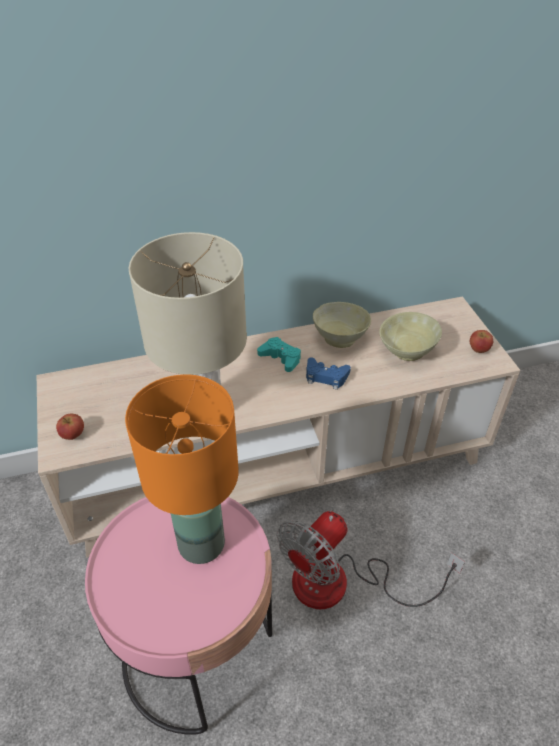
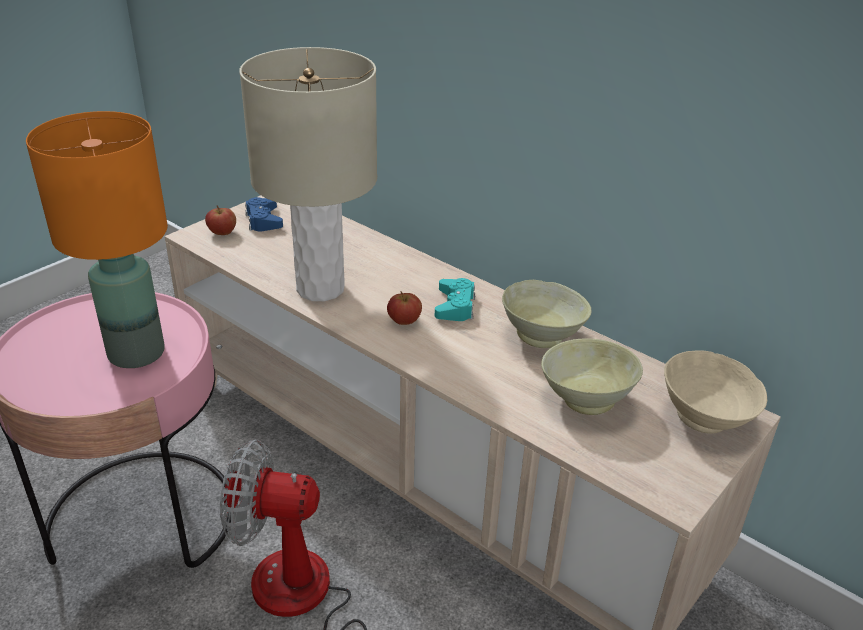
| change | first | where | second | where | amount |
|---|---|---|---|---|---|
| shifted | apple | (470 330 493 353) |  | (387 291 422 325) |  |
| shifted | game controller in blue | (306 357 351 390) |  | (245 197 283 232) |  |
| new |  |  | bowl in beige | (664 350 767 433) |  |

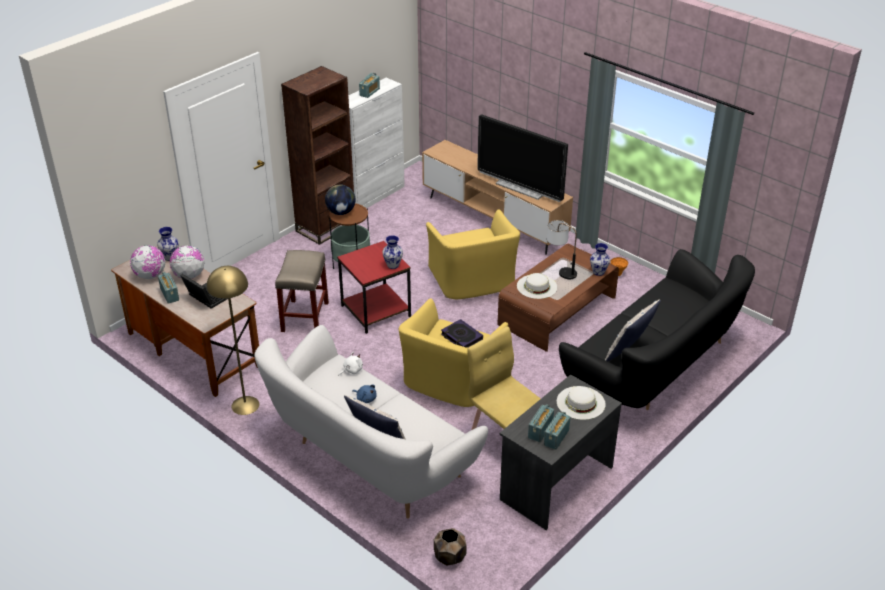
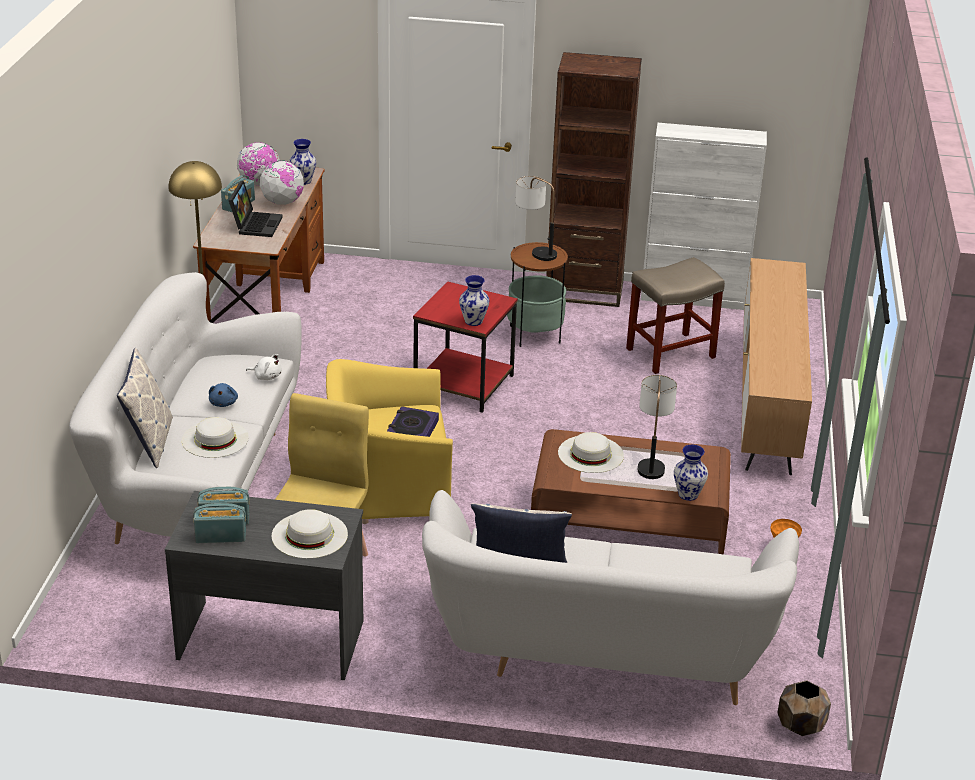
| change | first | where | second | where | amount |
|---|---|---|---|---|---|
| gone | radio | (359 73 380 98) |  |  |  |
| gone | television | (477 114 568 202) |  |  |  |
| swapped | globe | (325 185 356 215) | table lamp | (515 176 557 261) |  |
| gone | armchair in yellow | (426 209 520 299) |  |  |  |
| repainted | sofa in black | (559 249 755 410) | sofa in white | (422 490 799 705) |  |
| shifted | stool in beige | (275 250 329 332) |  | (626 257 725 374) |  |
| shifted | planter in brown | (434 528 467 566) |  | (777 681 831 736) |  |
| new |  |  | hat in white | (182 417 249 458) |  |

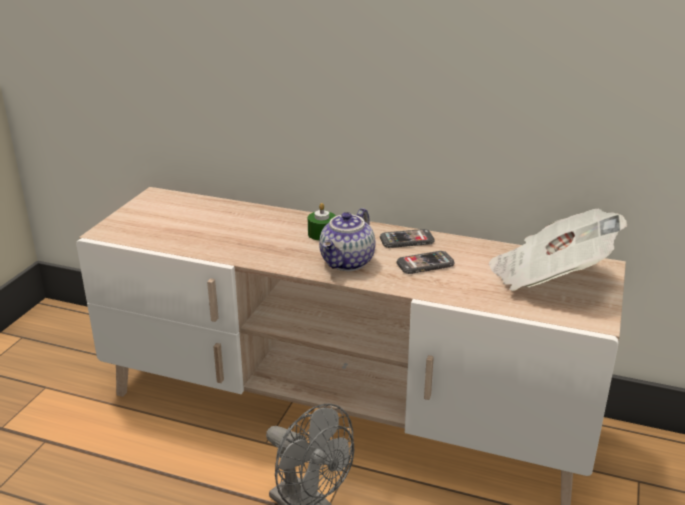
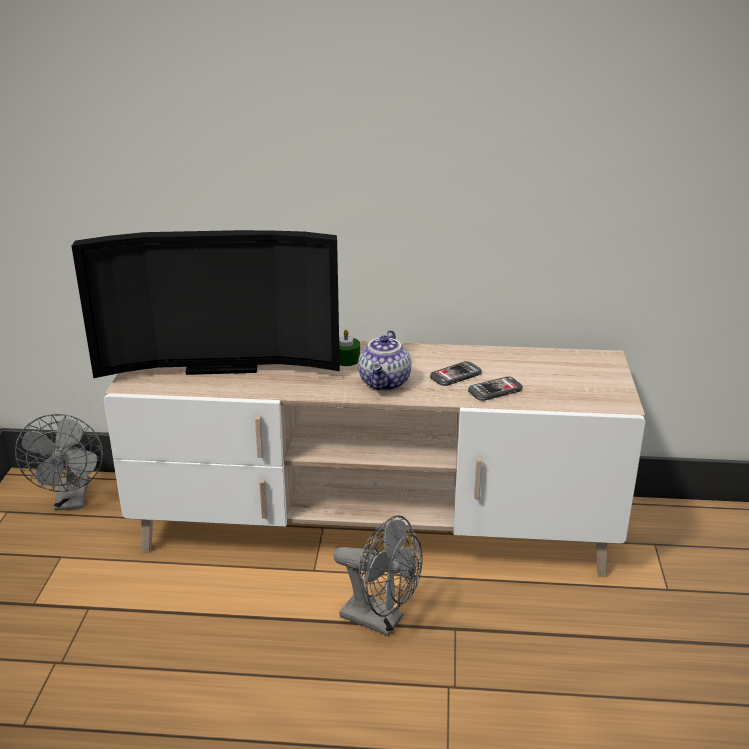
| change | first | where | second | where | amount |
|---|---|---|---|---|---|
| gone | newspaper | (488 209 627 291) |  |  |  |
| shifted | phone | (380 229 435 248) |  | (468 376 523 401) |  |
| new |  |  | television | (72 230 340 378) |  |
| new |  |  | fan in grey | (15 414 103 511) |  |

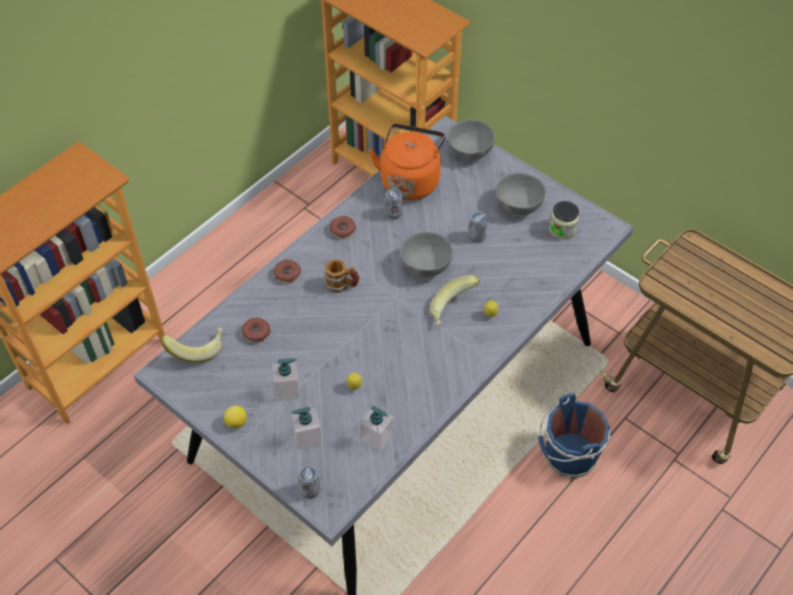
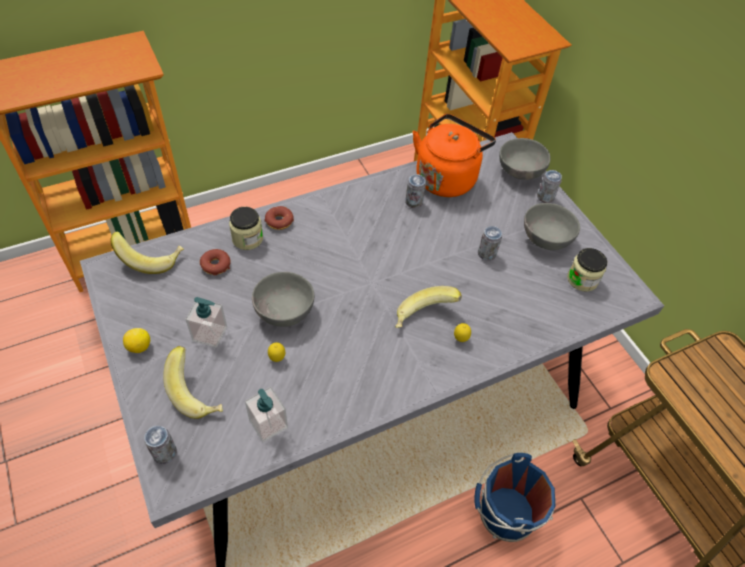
| change | first | where | second | where | amount |
|---|---|---|---|---|---|
| gone | donut | (329 216 356 238) |  |  |  |
| shifted | bowl in grey | (401 232 452 277) |  | (252 272 314 327) |  |
| gone | mug | (324 259 359 293) |  |  |  |
| swapped | soap dispenser | (291 406 322 450) | banana | (163 346 223 419) |  |
| new |  |  | can | (537 170 562 203) |  |
| new |  |  | jar | (229 207 263 250) |  |

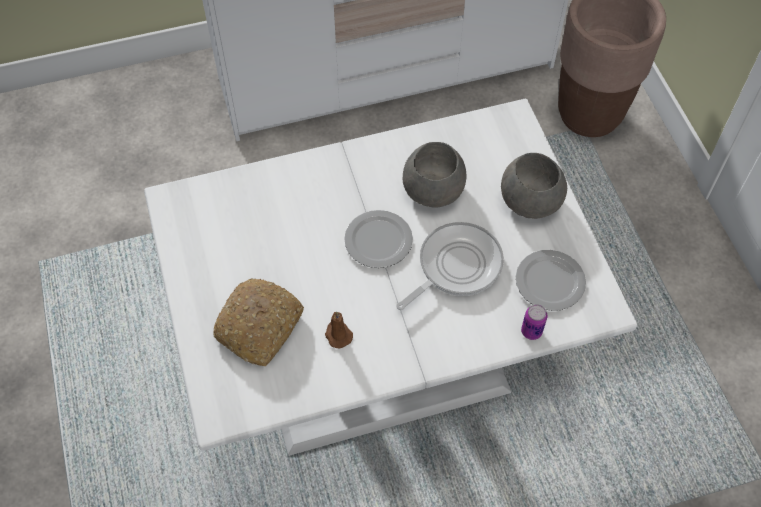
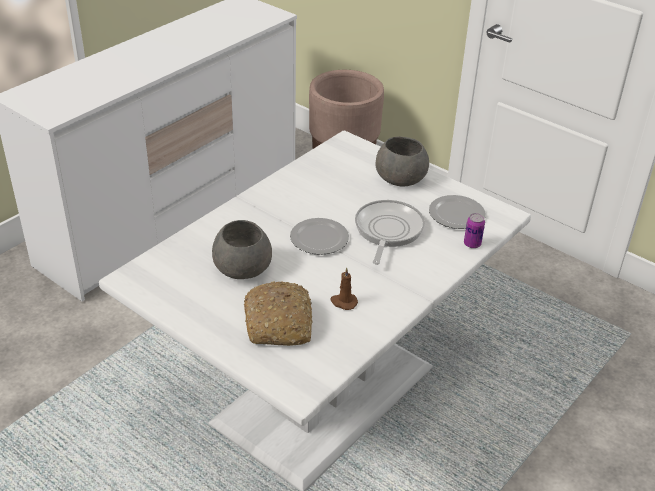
| change | first | where | second | where | amount |
|---|---|---|---|---|---|
| shifted | bowl in grey | (403 142 466 207) |  | (212 220 272 279) |  |

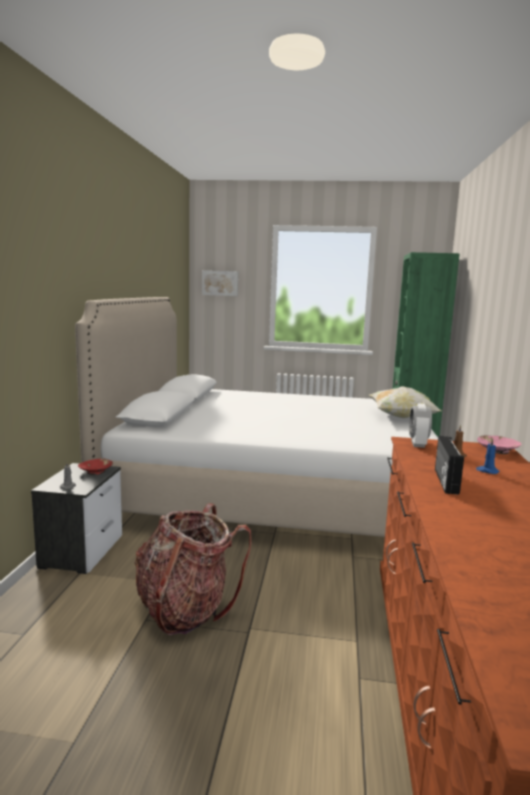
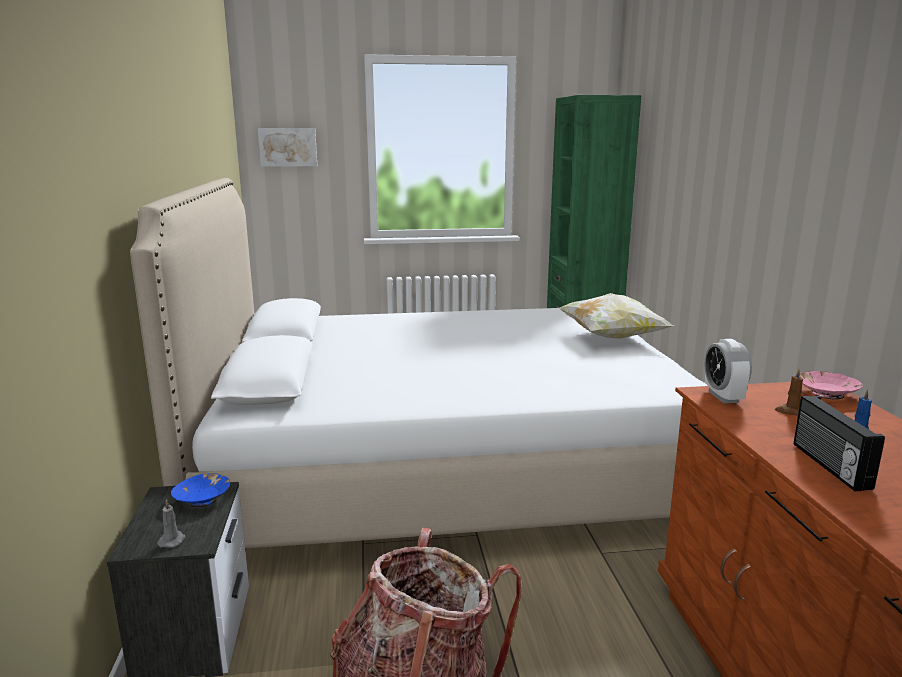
| change | first | where | second | where | amount |
|---|---|---|---|---|---|
| repainted | bowl in red | (78 459 113 475) | bowl in blue | (171 473 230 507) |  |

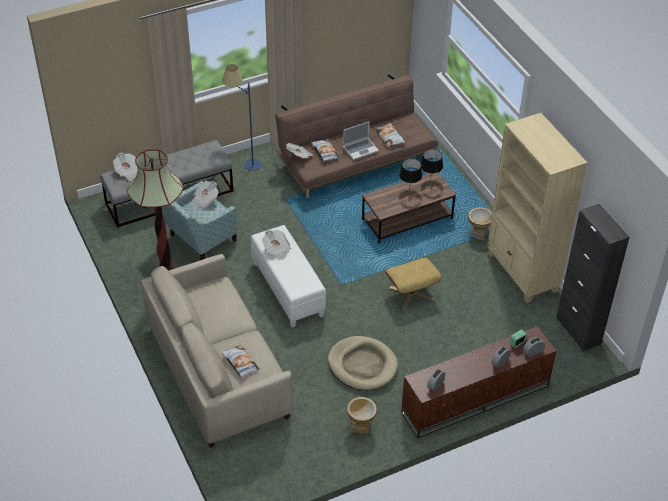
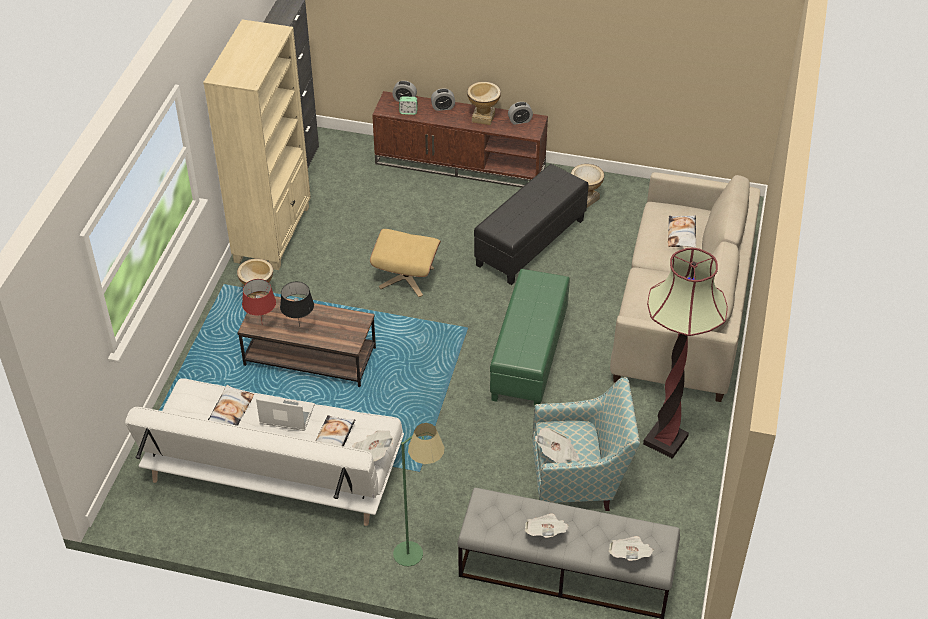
| change | first | where | second | where | amount |
|---|---|---|---|---|---|
| repainted | floor lamp in blue | (222 64 262 171) | floor lamp in green | (393 423 444 566) |  |
| repainted | sofa in brown | (275 74 438 198) | sofa in white | (125 378 404 526) |  |
| repainted | table lamp in black | (421 149 443 181) | table lamp in red | (242 279 276 321) |  |
| repainted | ottoman in white | (251 225 326 327) | ottoman in green | (490 269 570 406) |  |
| shifted | newspaper | (262 230 292 260) |  | (525 513 569 538) |  |
| swapped | dog bed in beige | (328 336 398 390) | ottoman in black | (474 164 589 285) |  |
| new |  |  | vase | (467 81 501 125) |  |

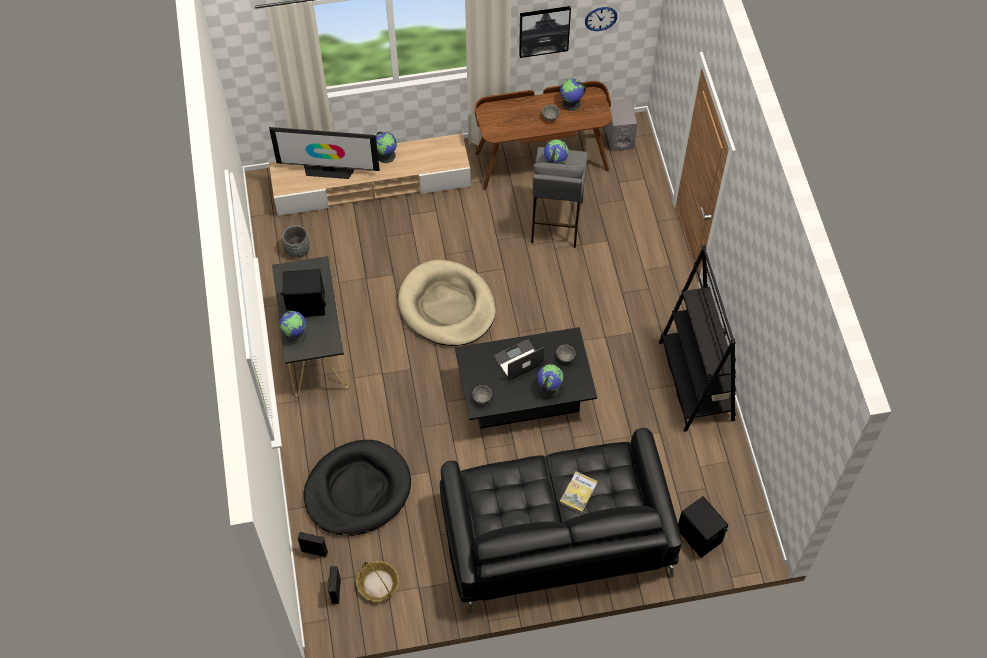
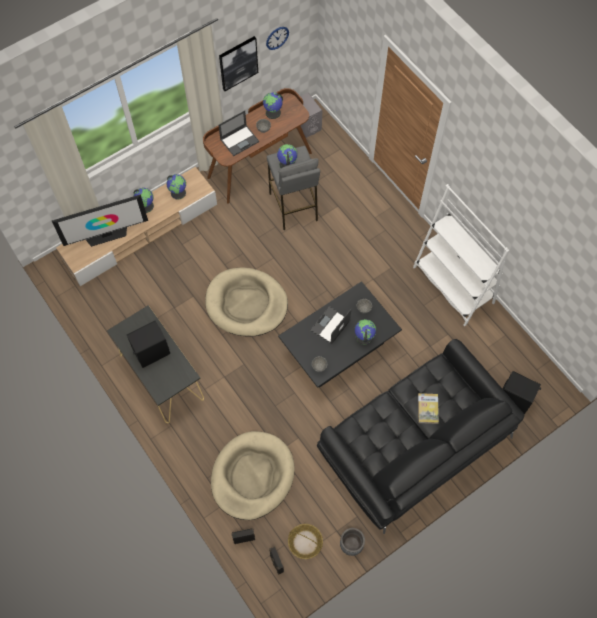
| change | first | where | second | where | amount |
|---|---|---|---|---|---|
| shifted | planter in grey | (282 225 310 258) |  | (340 528 365 556) |  |
| repainted | bookcase in black | (659 245 736 432) | bookcase in white | (413 184 509 326) |  |
| shifted | globe | (280 310 306 344) |  | (167 174 186 200) |  |
| repainted | dog bed in black | (304 440 411 536) | dog bed in beige | (211 431 295 520) |  |
| new |  |  | laptop | (219 110 259 156) |  |

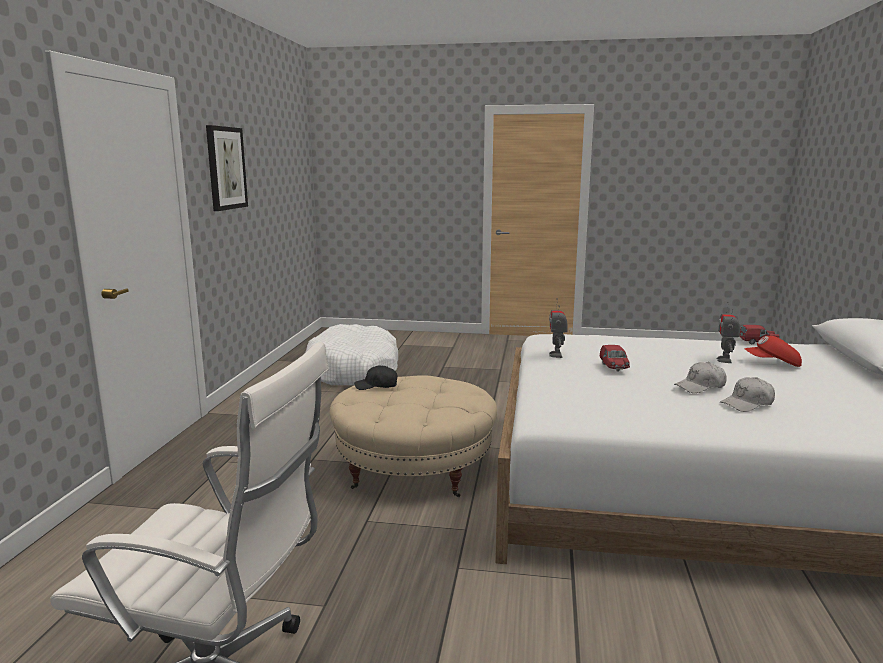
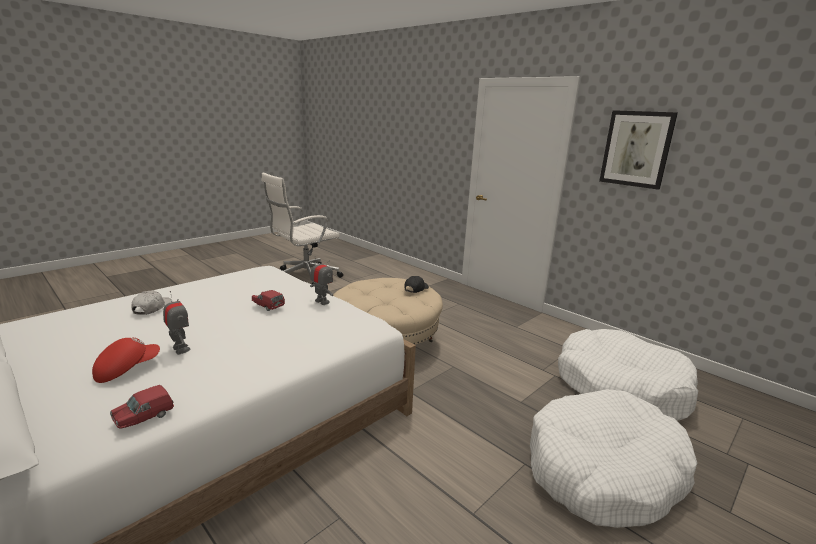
| change | first | where | second | where | amount |
|---|---|---|---|---|---|
| gone | cap in white | (674 362 727 393) |  |  |  |
| new |  |  | dog bed in white | (530 389 697 528) |  |

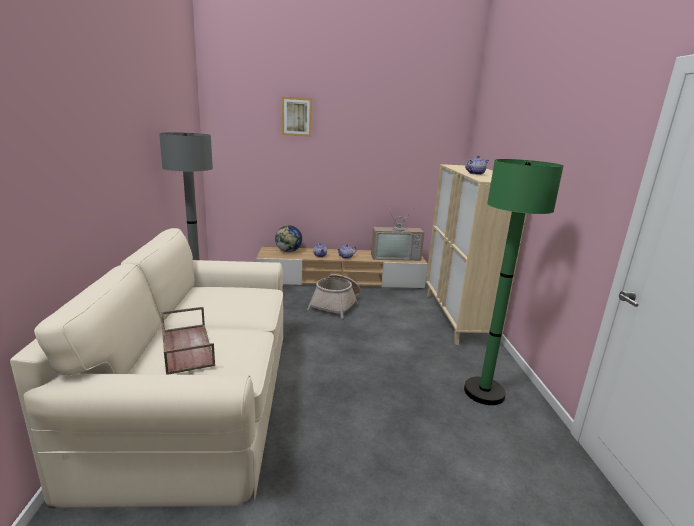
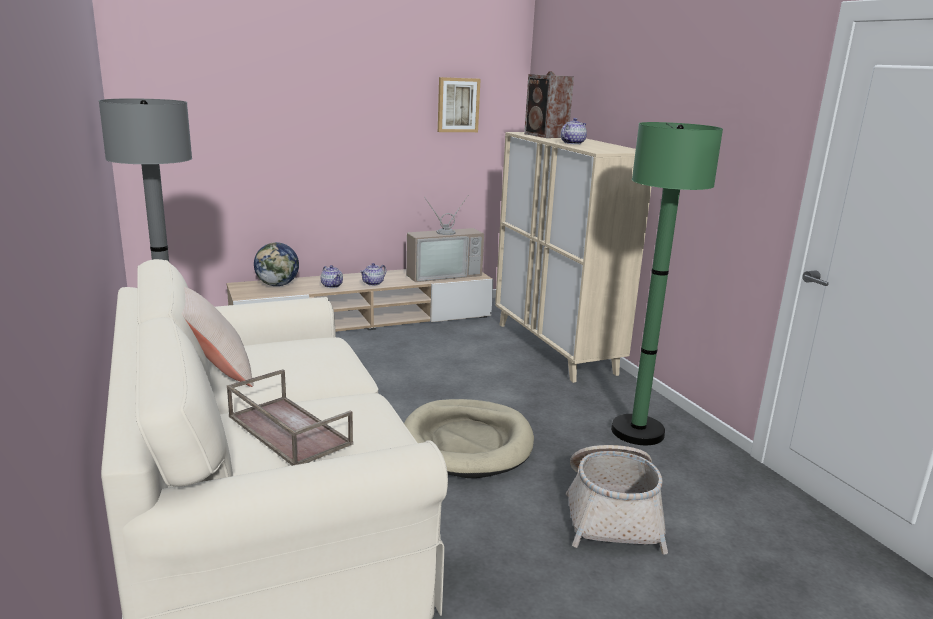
| change | first | where | second | where | amount |
|---|---|---|---|---|---|
| shifted | picture | (282 97 312 137) |  | (438 77 481 132) |  |
| shifted | basket | (307 274 360 319) |  | (566 445 668 554) |  |
| new |  |  | speaker | (524 71 574 138) |  |
| new |  |  | pillow in beige | (182 287 253 387) |  |
| new |  |  | dog bed in beige | (404 399 534 478) |  |

